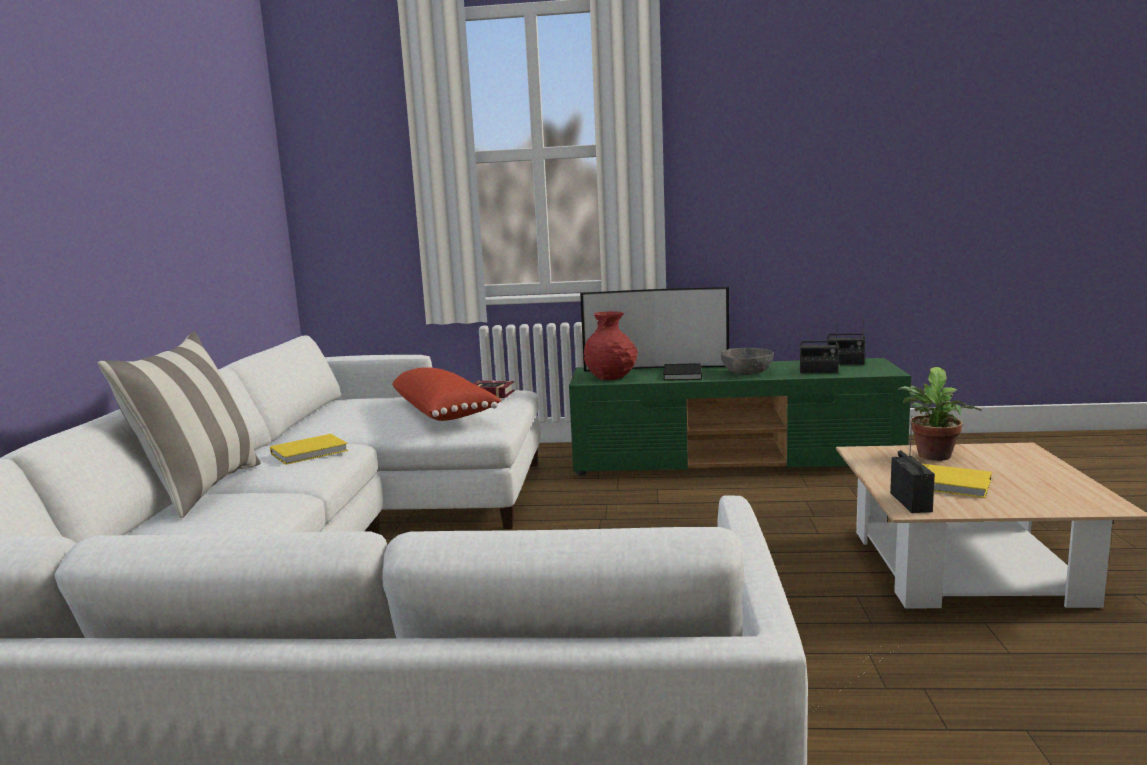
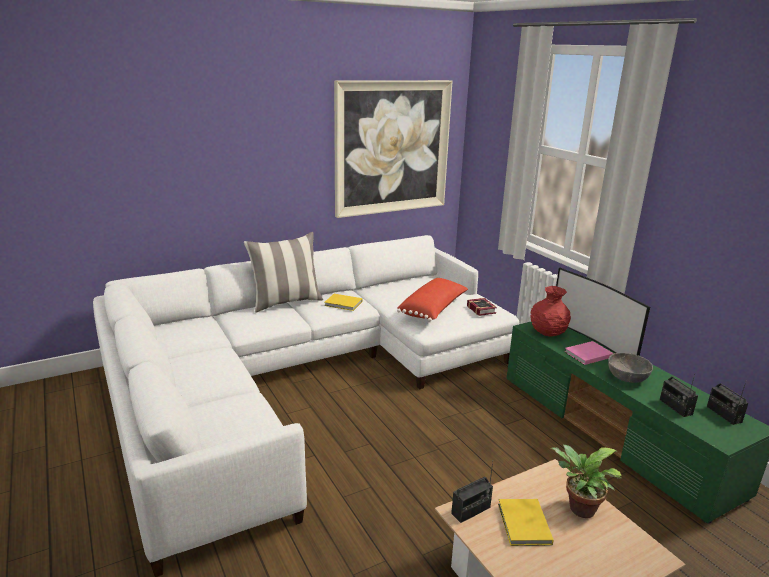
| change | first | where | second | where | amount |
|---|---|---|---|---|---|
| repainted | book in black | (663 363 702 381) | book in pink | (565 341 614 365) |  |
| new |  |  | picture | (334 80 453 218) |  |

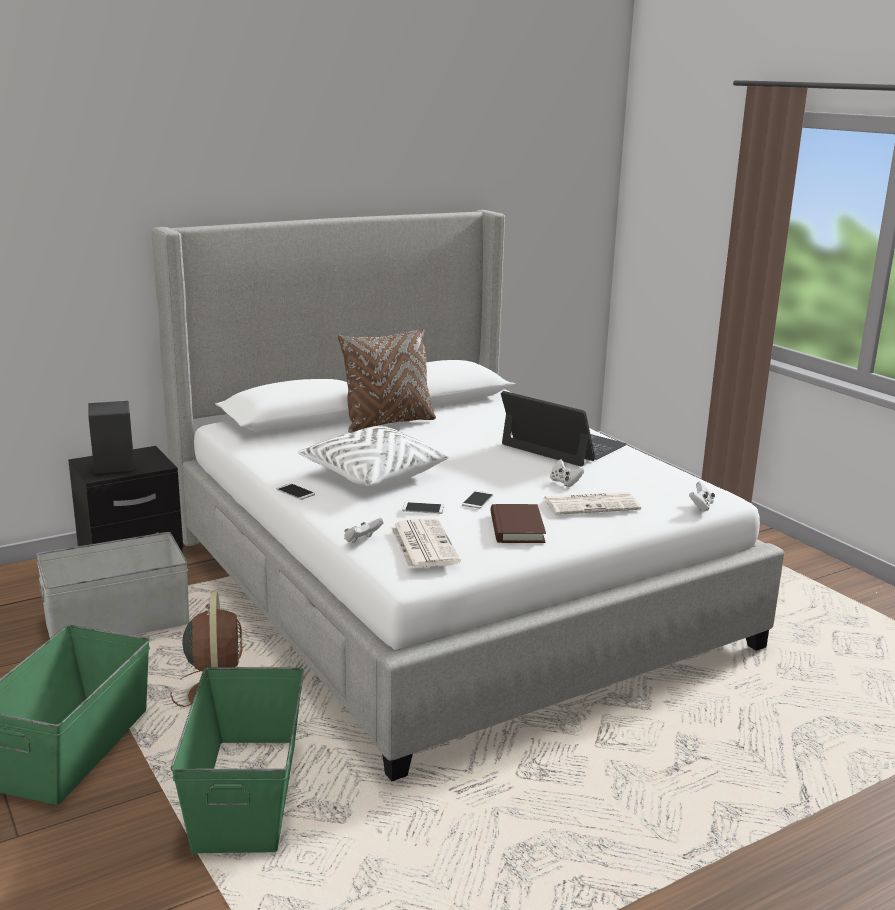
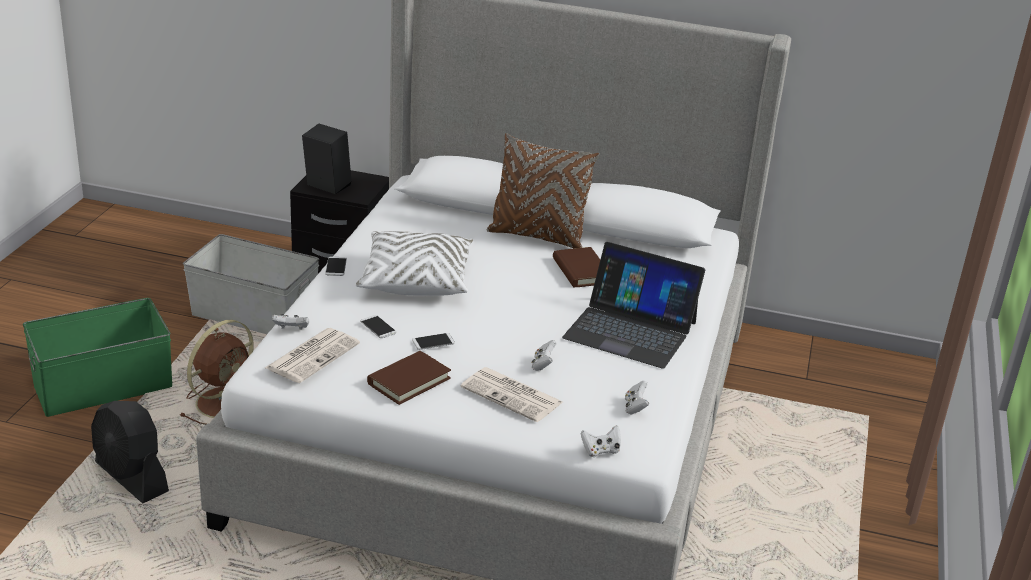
| change | first | where | second | where | amount |
|---|---|---|---|---|---|
| rotated | laptop | (501 391 627 467) |  | (562 242 705 369) | 120 degrees clockwise |
| swapped | storage box in green | (171 667 304 855) | fan in black | (91 401 169 504) |  |
| new |  |  | book in brown | (553 247 600 288) |  |
| new |  |  | game controller in white | (625 381 649 414) |  |

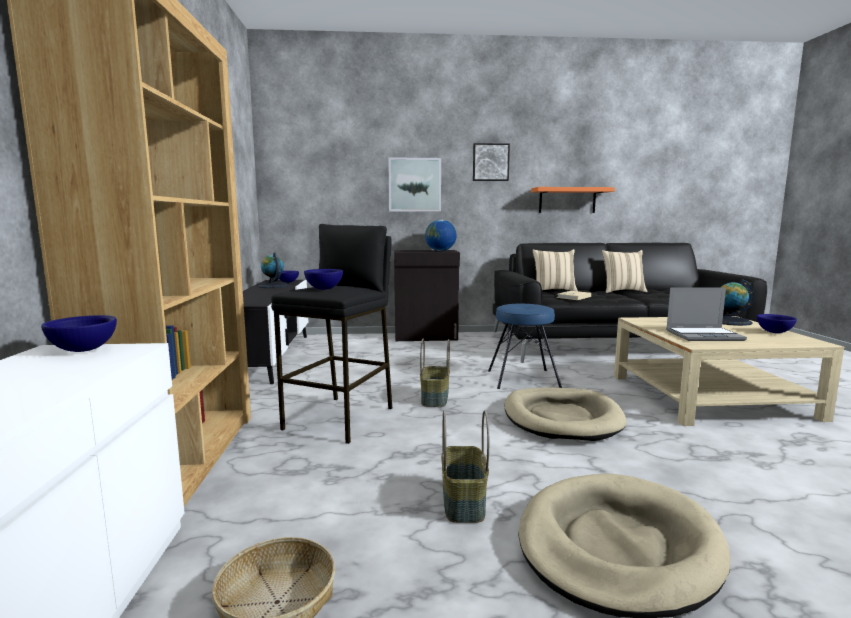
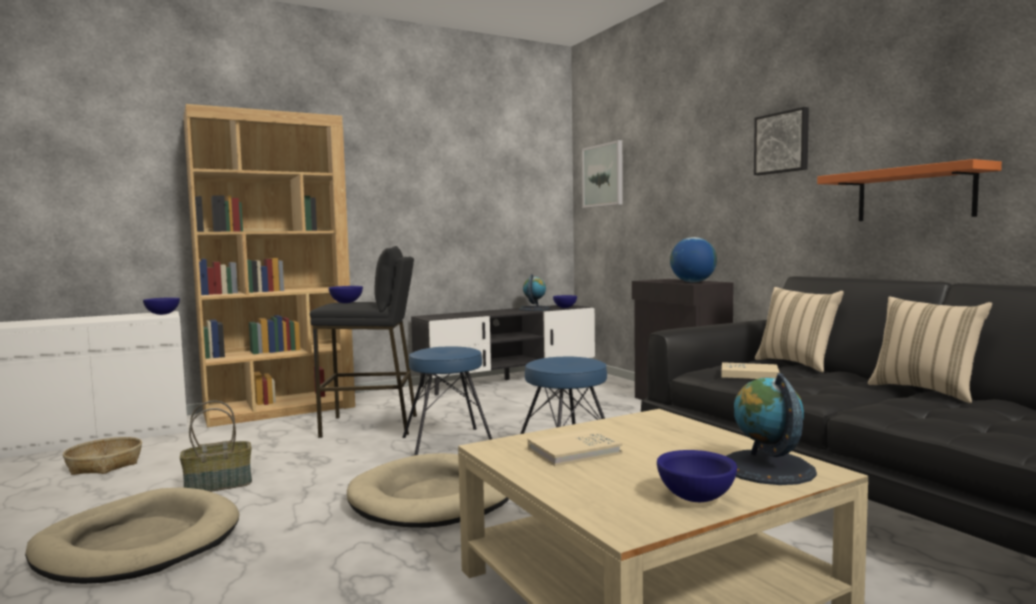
| change | first | where | second | where | amount |
|---|---|---|---|---|---|
| shifted | picture | (388 157 441 212) |  | (582 140 623 208) |  |
| swapped | laptop | (666 288 747 341) | book in beige | (528 428 623 466) |  |
| swapped | basket | (420 339 450 407) | stool in blue | (402 346 492 456) |  |

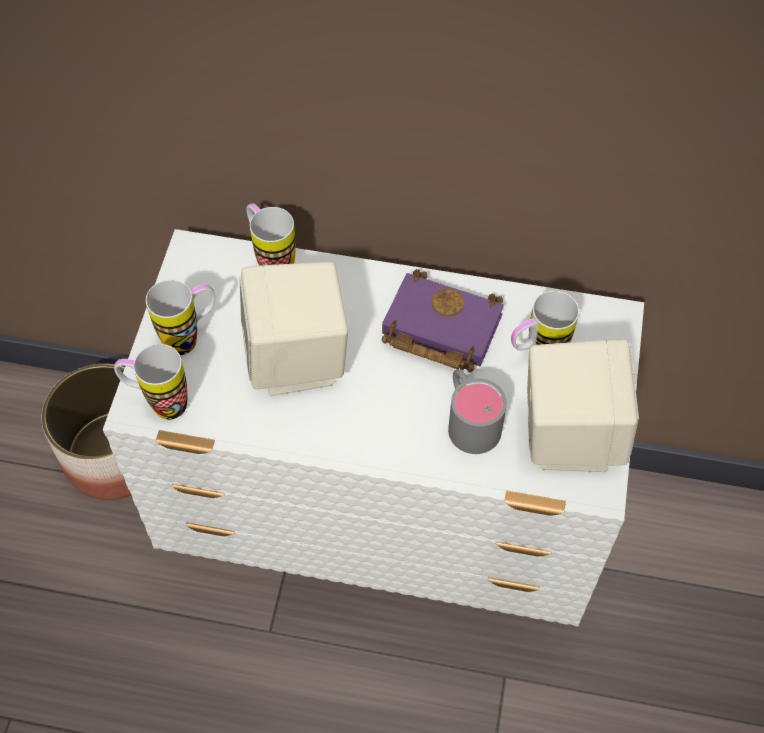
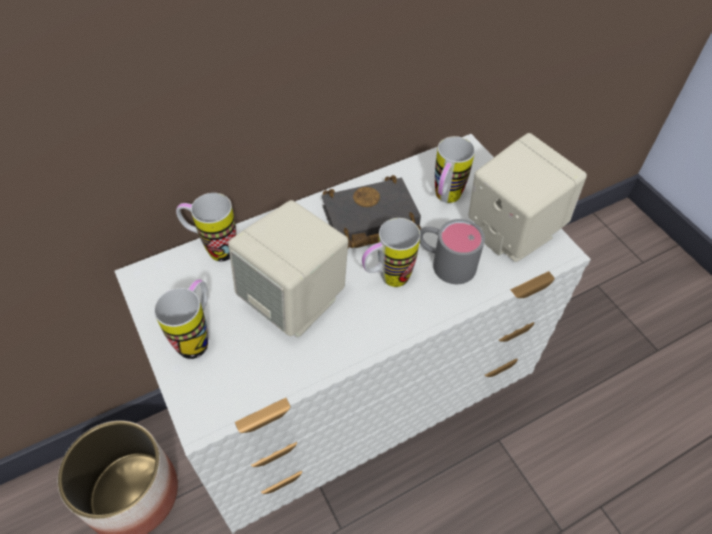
| change | first | where | second | where | amount |
|---|---|---|---|---|---|
| repainted | book in purple | (382 269 504 373) | book in black | (322 175 421 248) |  |
| shifted | mug | (114 344 187 419) |  | (362 218 420 287) |  |

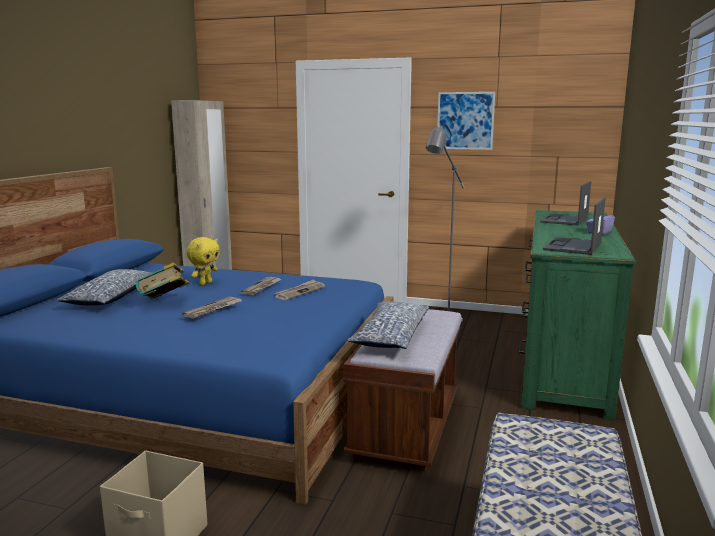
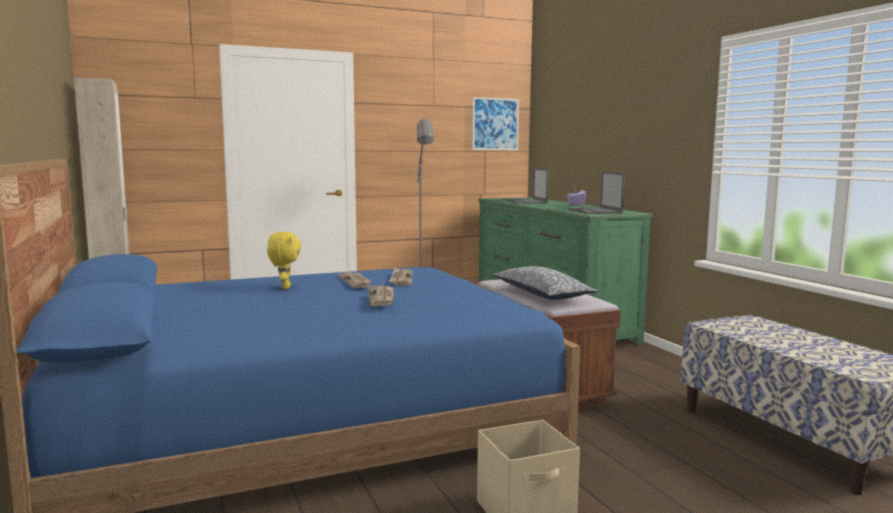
| change | first | where | second | where | amount |
|---|---|---|---|---|---|
| shifted | picture | (437 92 495 150) |  | (472 97 519 150) |  |
| gone | book | (136 262 190 299) |  |  |  |
| gone | pillow | (56 269 154 305) |  |  |  |

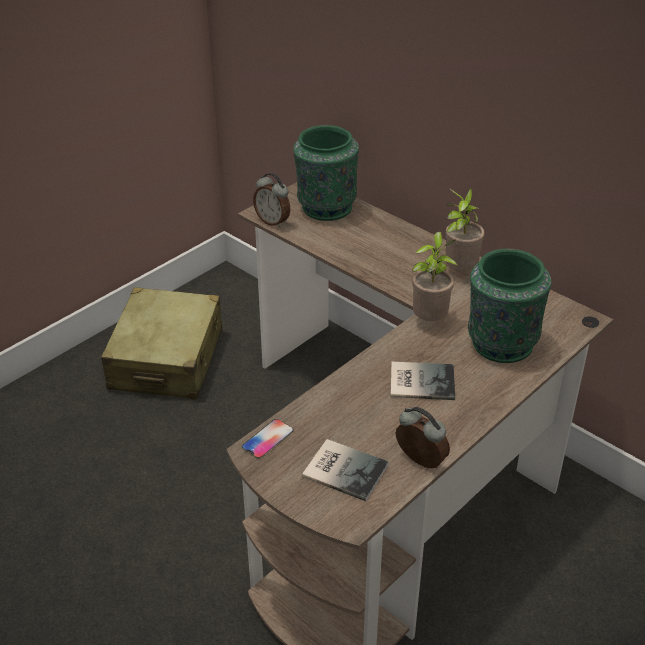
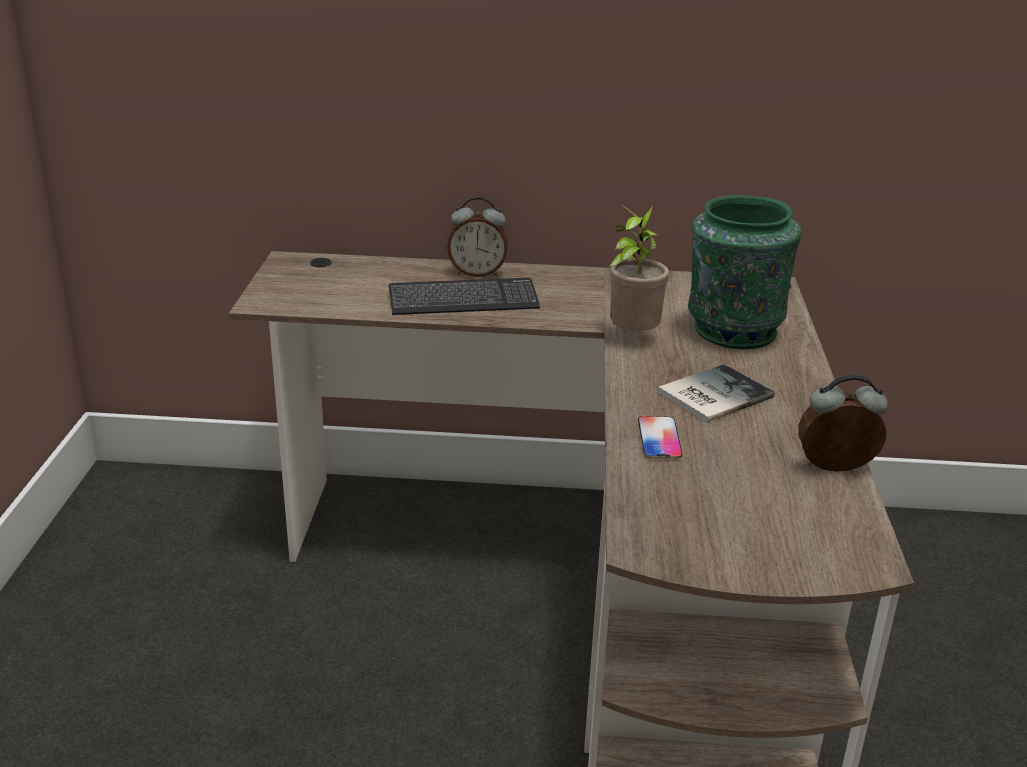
| change | first | where | second | where | amount |
|---|---|---|---|---|---|
| gone | vase in green | (293 125 359 221) |  |  |  |
| shifted | alarm clock | (253 173 290 228) |  | (447 197 508 277) |  |
| gone | potted plant | (446 188 485 270) |  |  |  |
| gone | suitcase in beige | (101 287 222 400) |  |  |  |
| shifted | phone | (242 419 294 459) |  | (638 416 683 459) |  |
| gone | book | (302 439 389 501) |  |  |  |
| new |  |  | keyboard | (389 278 540 315) |  |

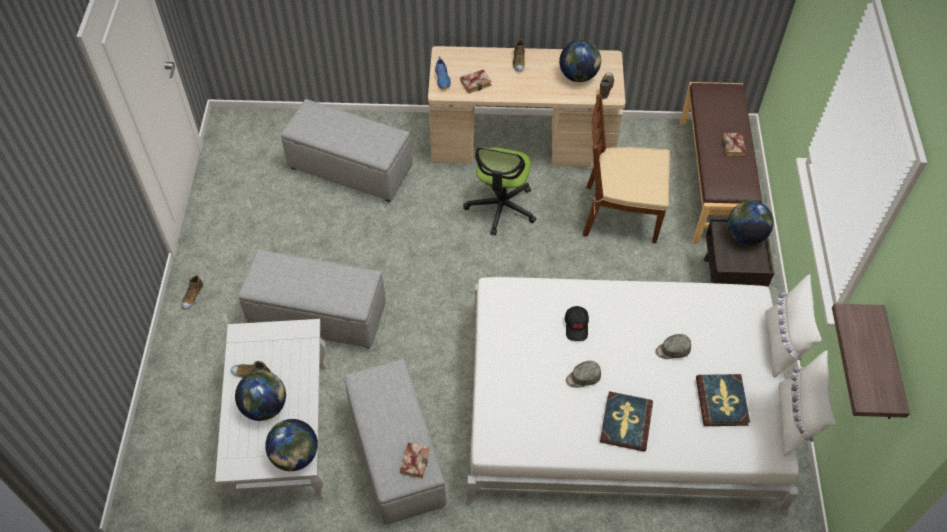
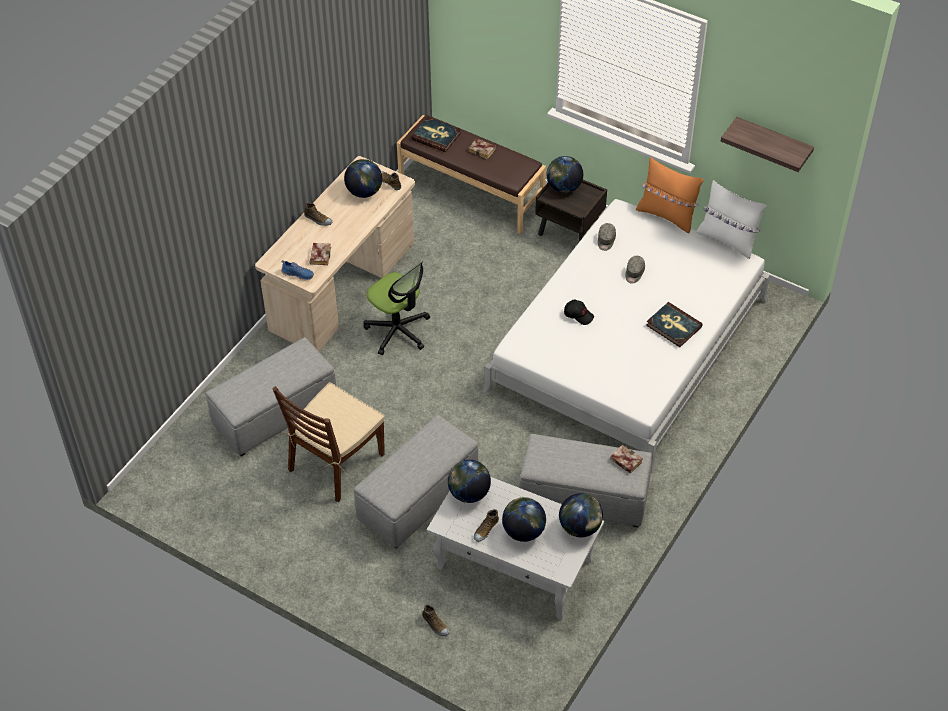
| change | first | where | second | where | amount |
|---|---|---|---|---|---|
| shifted | chair in brown | (583 94 670 243) |  | (272 382 385 502) |  |
| repainted | pillow in white | (765 274 821 378) | pillow in orange | (636 157 704 233) |  |
| shifted | shoe | (181 275 203 309) |  | (422 605 449 636) |  |
| shifted | cap in grey | (566 361 601 388) |  | (598 223 616 251) |  |
| shifted | book | (696 374 750 426) |  | (411 117 461 152) |  |
| new |  |  | globe | (448 460 491 503) |  |

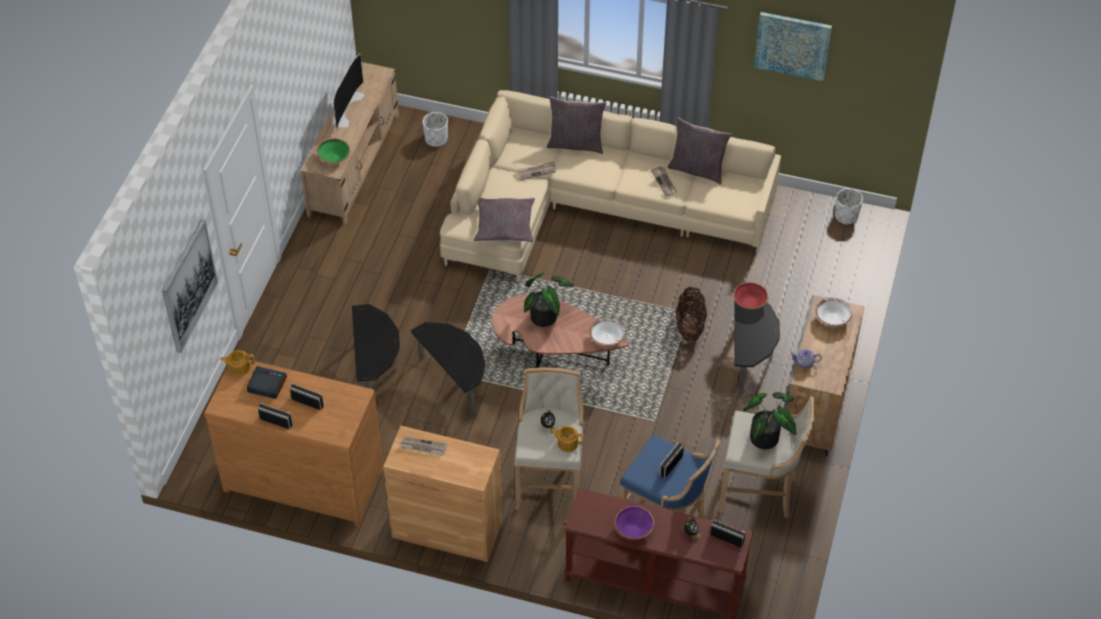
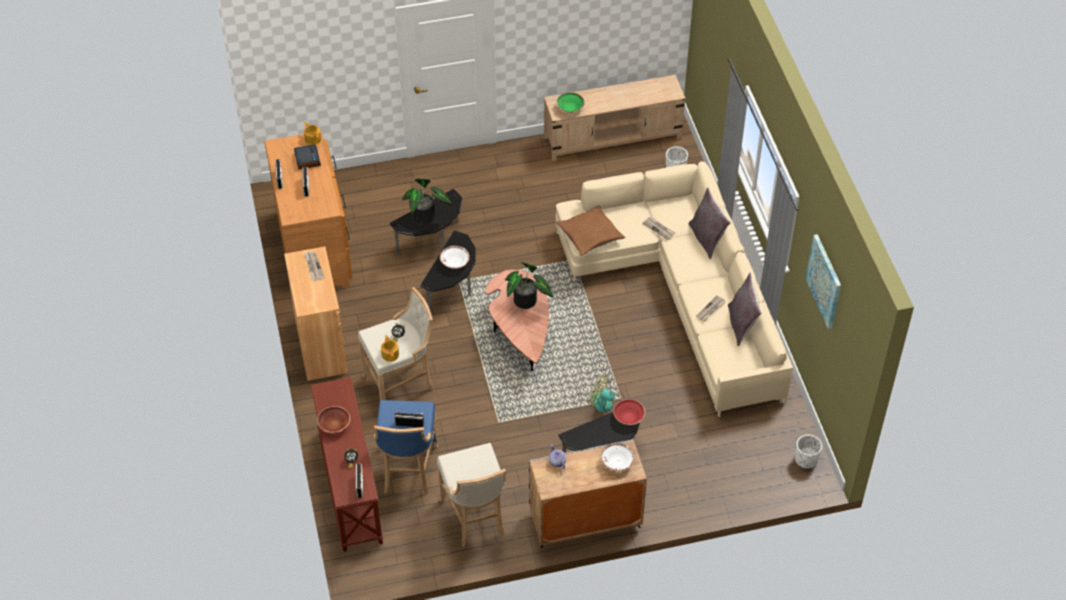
| change | first | where | second | where | amount |
|---|---|---|---|---|---|
| gone | television | (332 53 365 132) |  |  |  |
| repainted | pillow in grey | (474 198 535 242) | pillow in brown | (556 206 625 256) |  |
| gone | picture | (162 219 218 353) |  |  |  |
| swapped | basket | (676 287 707 342) | fan | (589 375 625 414) |  |
| shifted | bowl in white | (590 318 625 346) |  | (440 246 470 269) |  |
| shifted | potted plant | (744 392 796 449) |  | (402 178 452 224) |  |
| repainted | bowl in purple | (615 506 654 539) | bowl in brown | (317 406 351 433) |  |

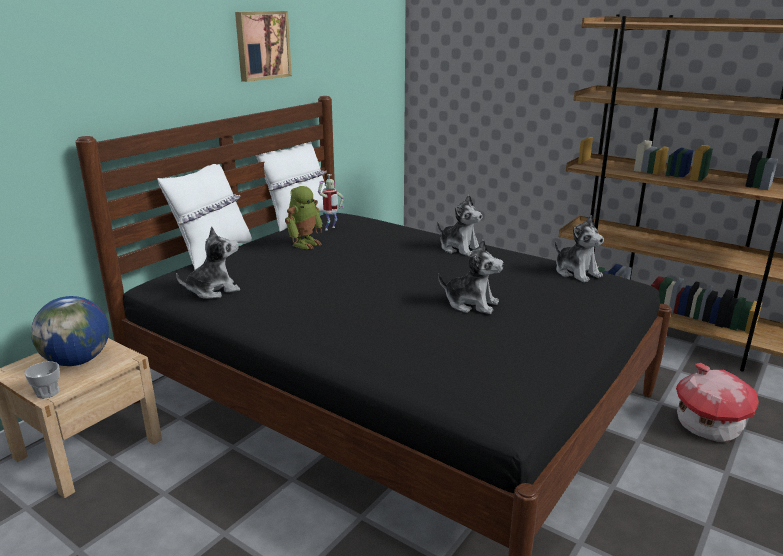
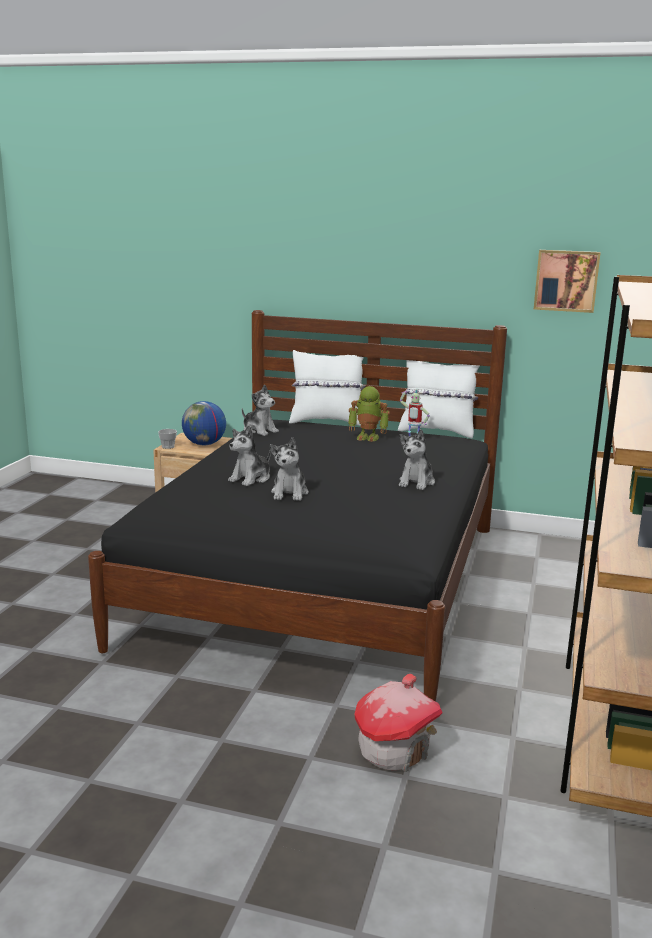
| change | first | where | second | where | amount |
|---|---|---|---|---|---|
| shifted | picture | (235 11 292 82) |  | (534 250 601 313) |  |
| shifted | plush toy | (555 215 604 283) |  | (228 425 271 486) |  |

